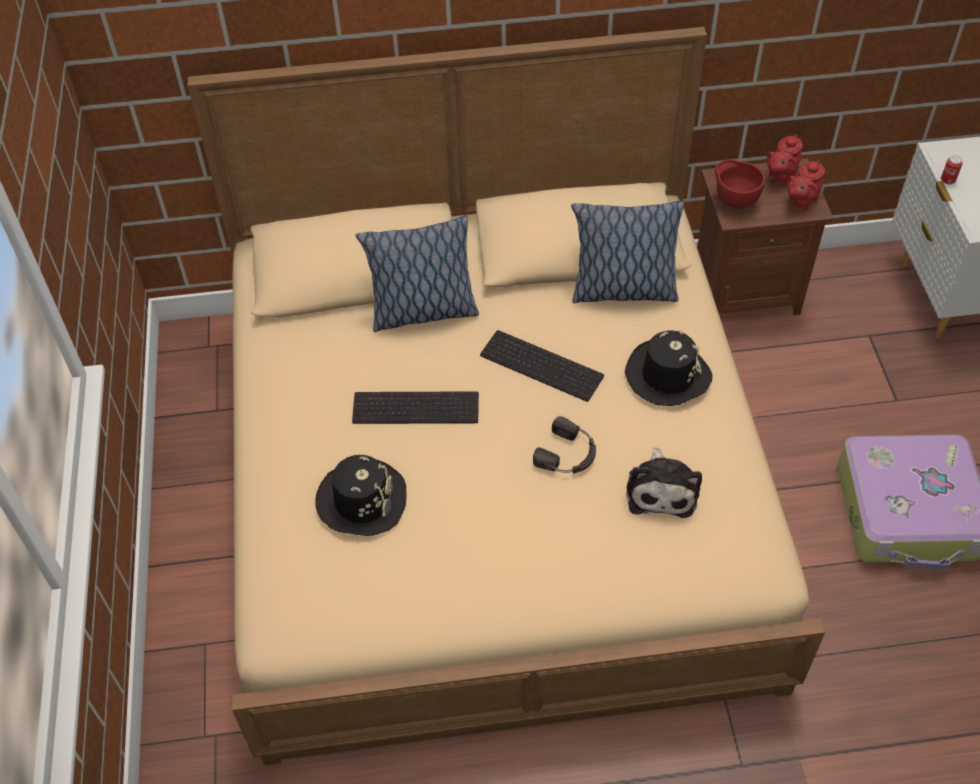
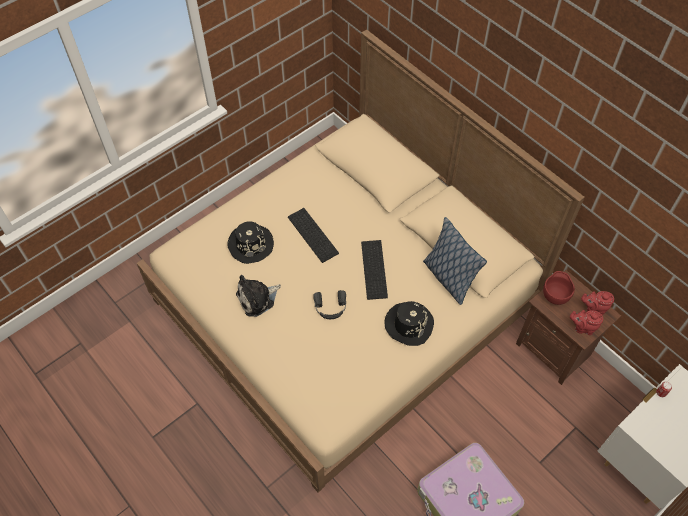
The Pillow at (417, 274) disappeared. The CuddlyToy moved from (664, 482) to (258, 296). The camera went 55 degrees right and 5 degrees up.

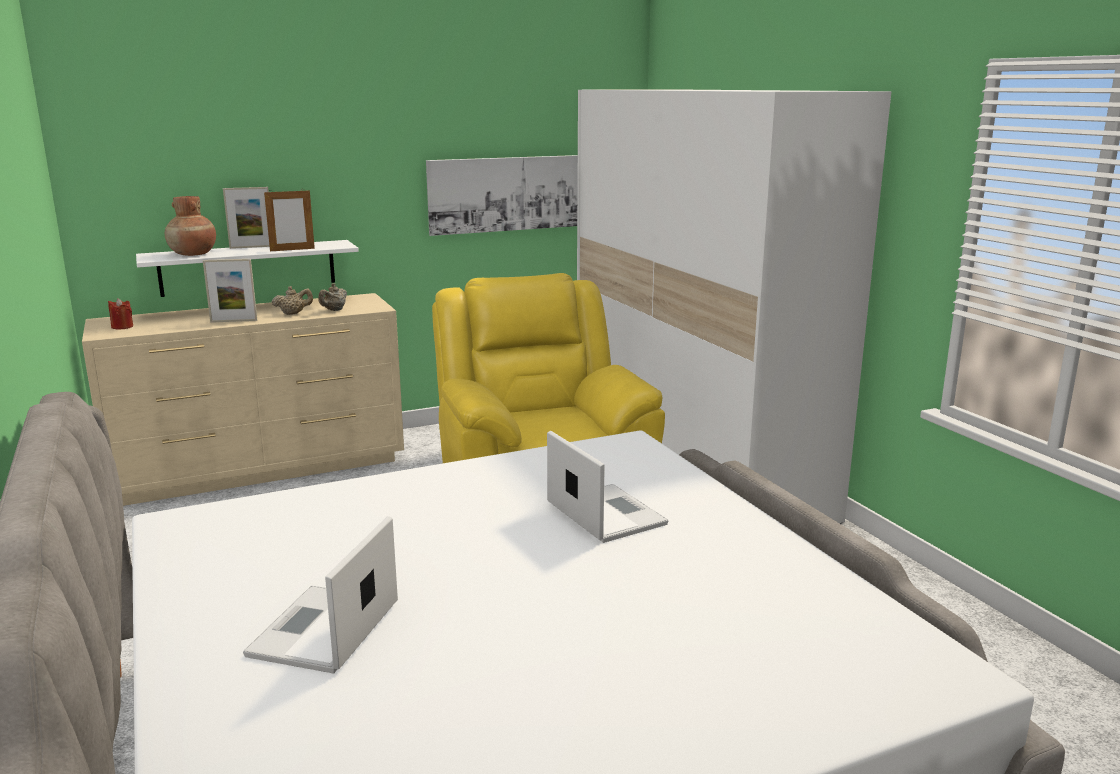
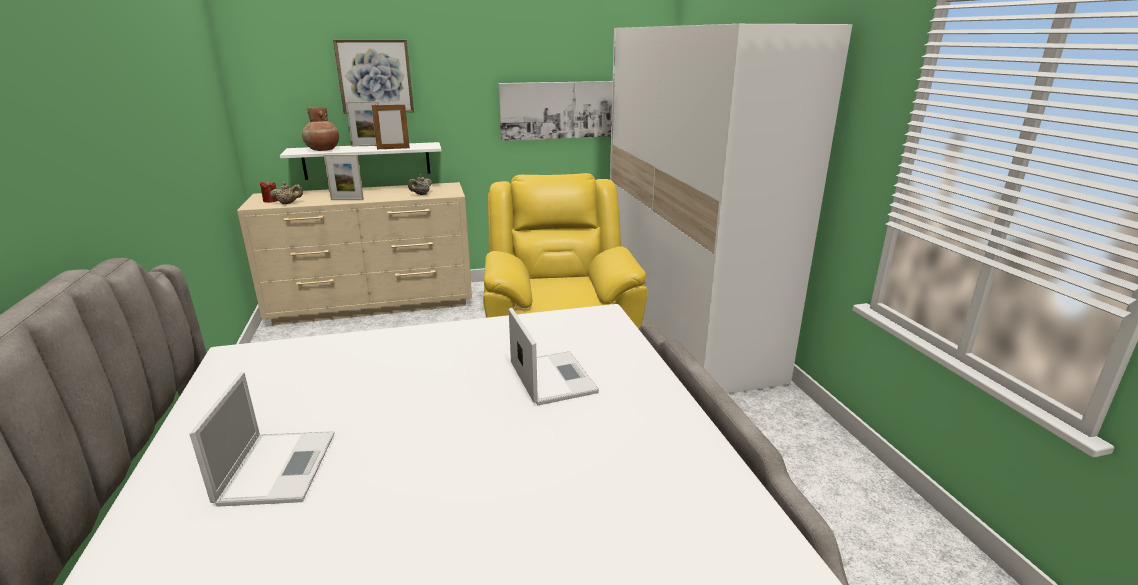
The Picture at (373, 76) appeared. The BeigeColouredTeaPot moved from (292, 300) to (286, 193). The NotebookComputer at (320, 595) turned 150 degrees clockwise. The camera went 10 degrees right and 5 degrees up.

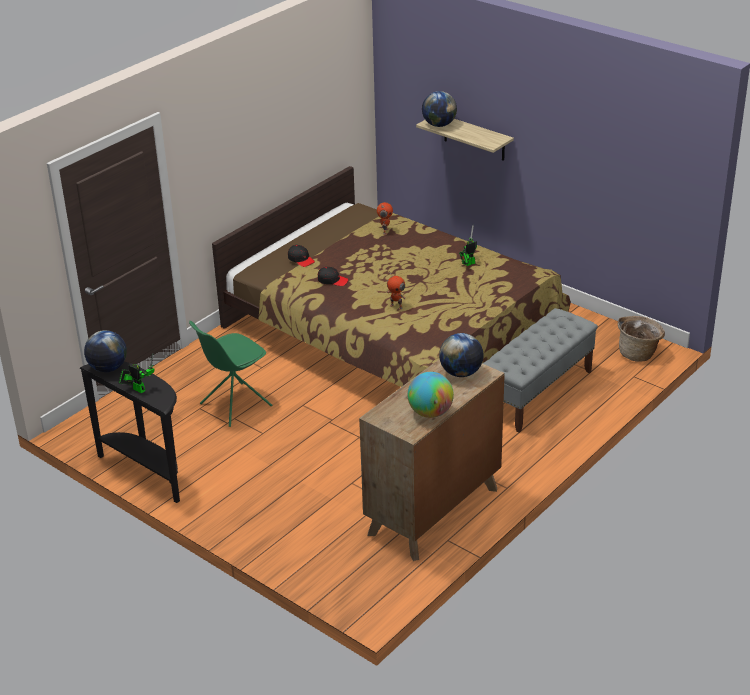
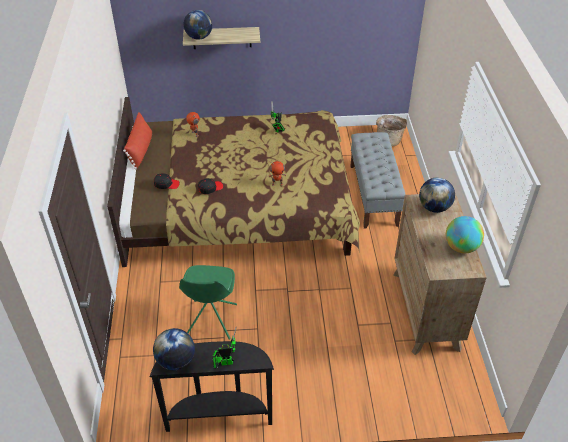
The RedPillow at (137, 140) appeared. The camera went 45 degrees left and 10 degrees up.

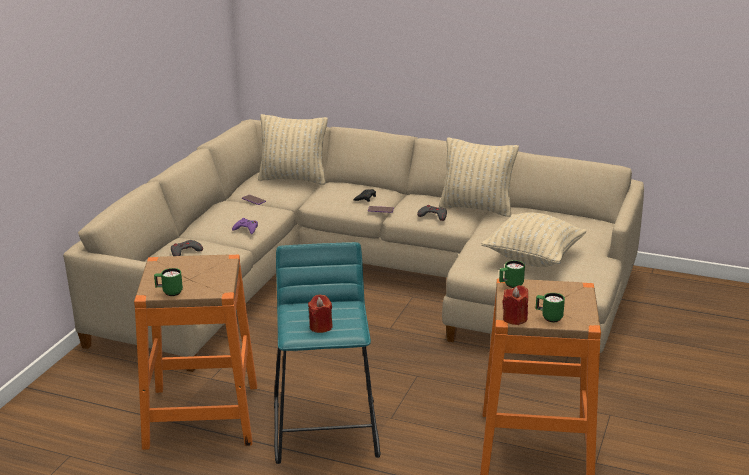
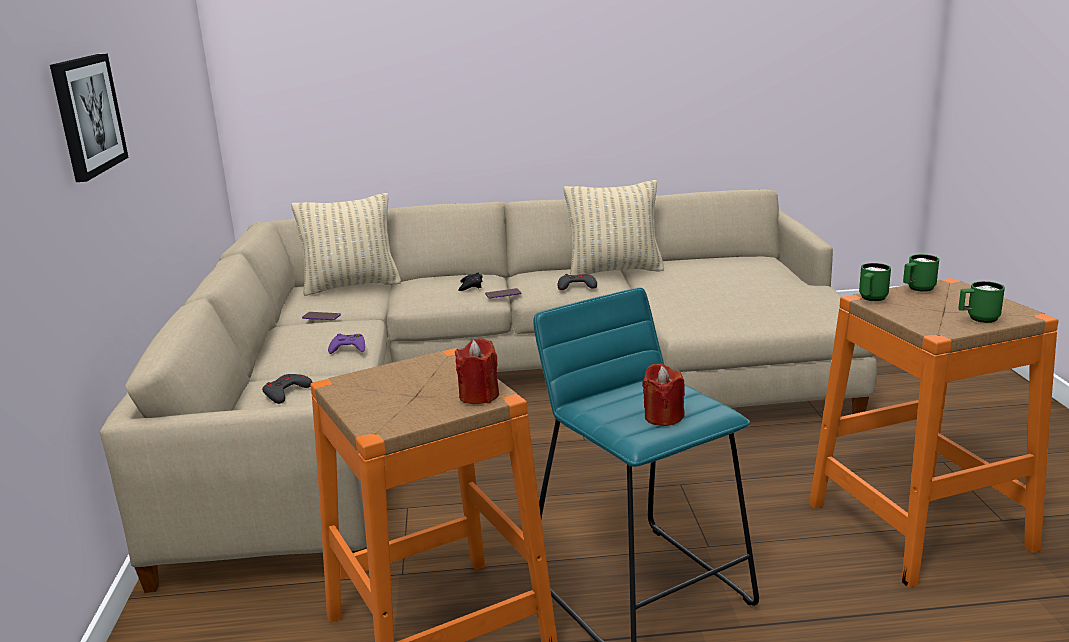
The BeigeColouredPillow at (533, 239) disappeared. The Picture at (89, 117) appeared. The GreenColouredCoffeeMug moved from (168, 282) to (921, 273). The RedWaxCandle moved from (515, 305) to (477, 371). The camera went 25 degrees left and 5 degrees down.

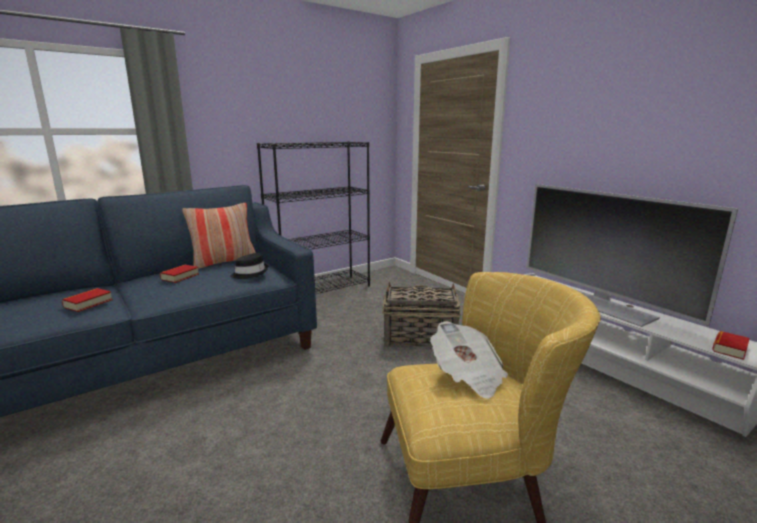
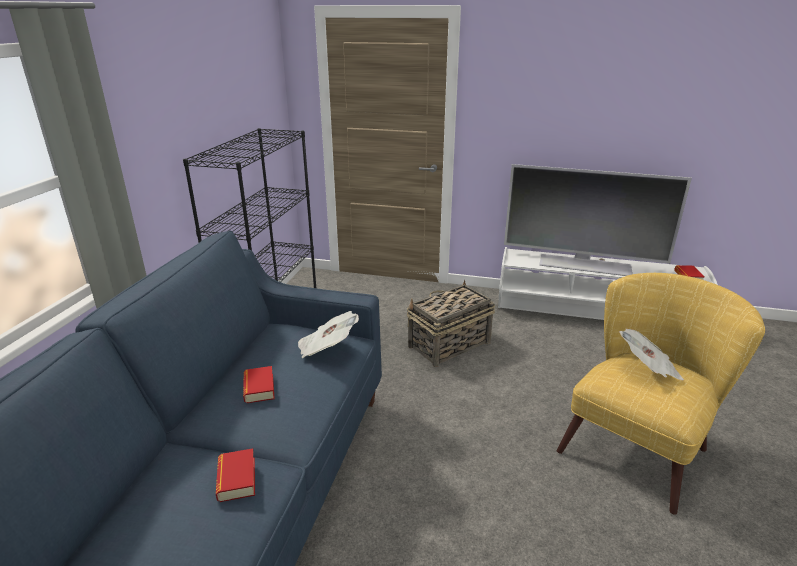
The Pillow at (219, 236) disappeared. The BlackishHat at (249, 266) was replaced by the Newspaper at (328, 334). The camera went 40 degrees left and 10 degrees up.

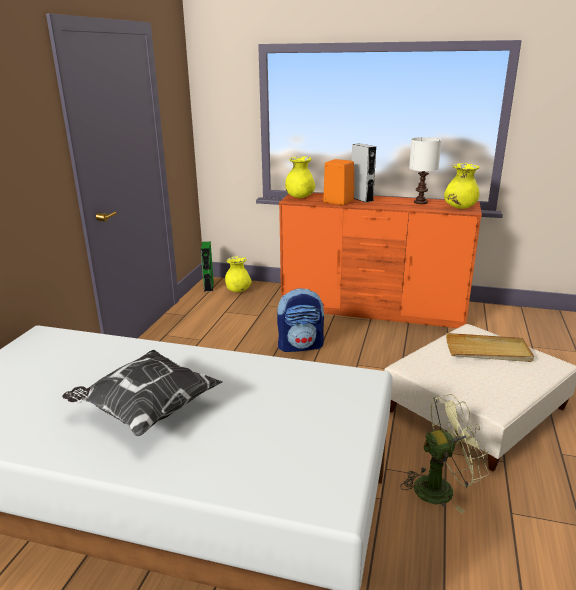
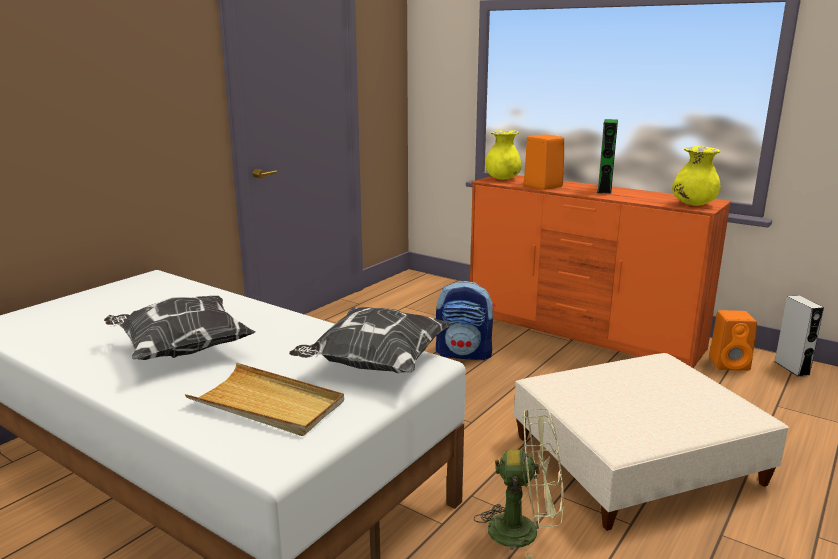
The YellowishDecorativeVase at (238, 274) disappeared. The WhitishTableLamp at (425, 170) disappeared. The Pillow at (370, 340) appeared. The OrangeyLoudspeaker at (733, 340) appeared. The GreenColouredLoudspeaker moved from (207, 267) to (607, 156). The GrayLoudspeaker moved from (364, 173) to (799, 336). The BeigeColouredCarryingTray moved from (490, 347) to (264, 399). The camera went 20 degrees right and 5 degrees down.

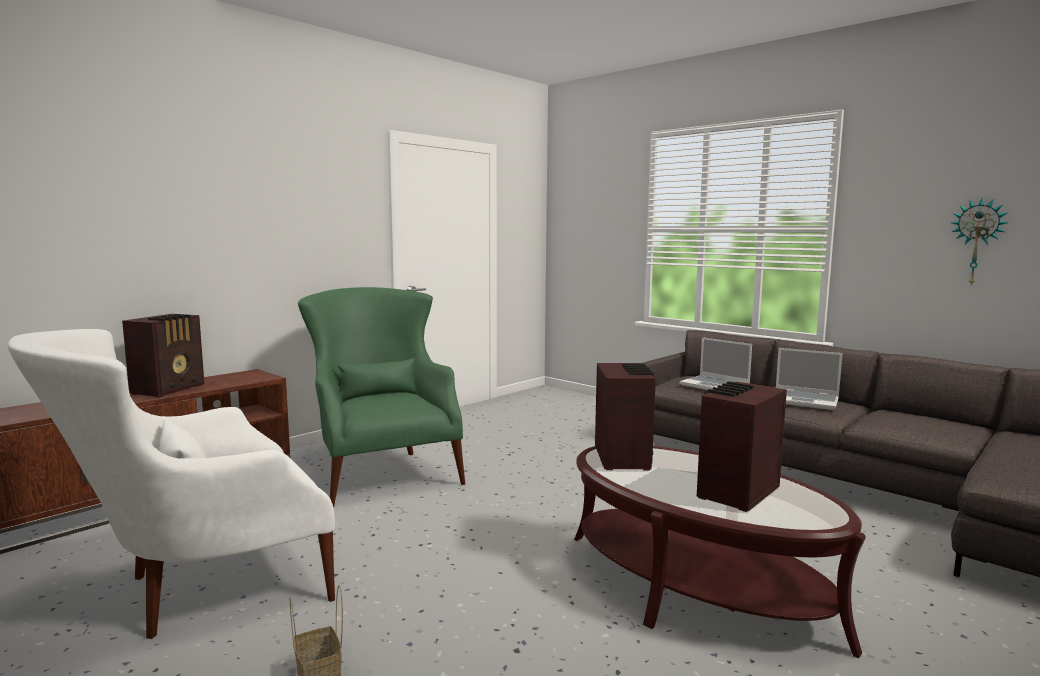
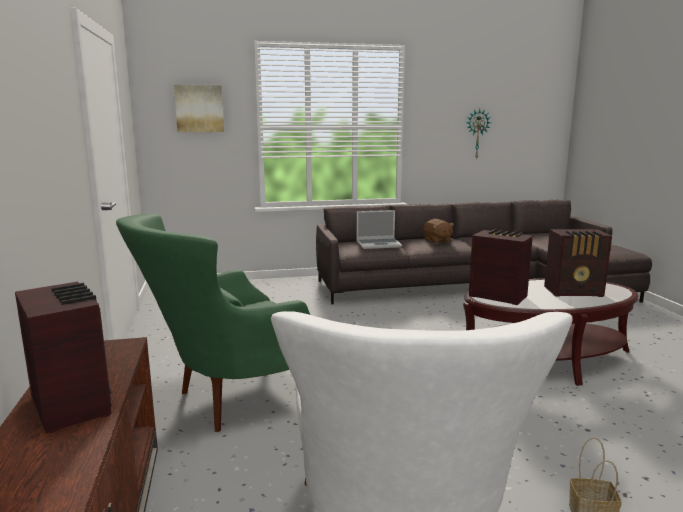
The Picture at (199, 108) appeared. The NotebookComputer at (809, 379) was replaced by the BrownishCuddlyToy at (439, 231). The GreenColouredLoungeChair at (381, 397) turned 45 degrees counterclockwise. The RadioSet at (742, 446) turned 75 degrees counterclockwise. The camera went 55 degrees left and 5 degrees up.

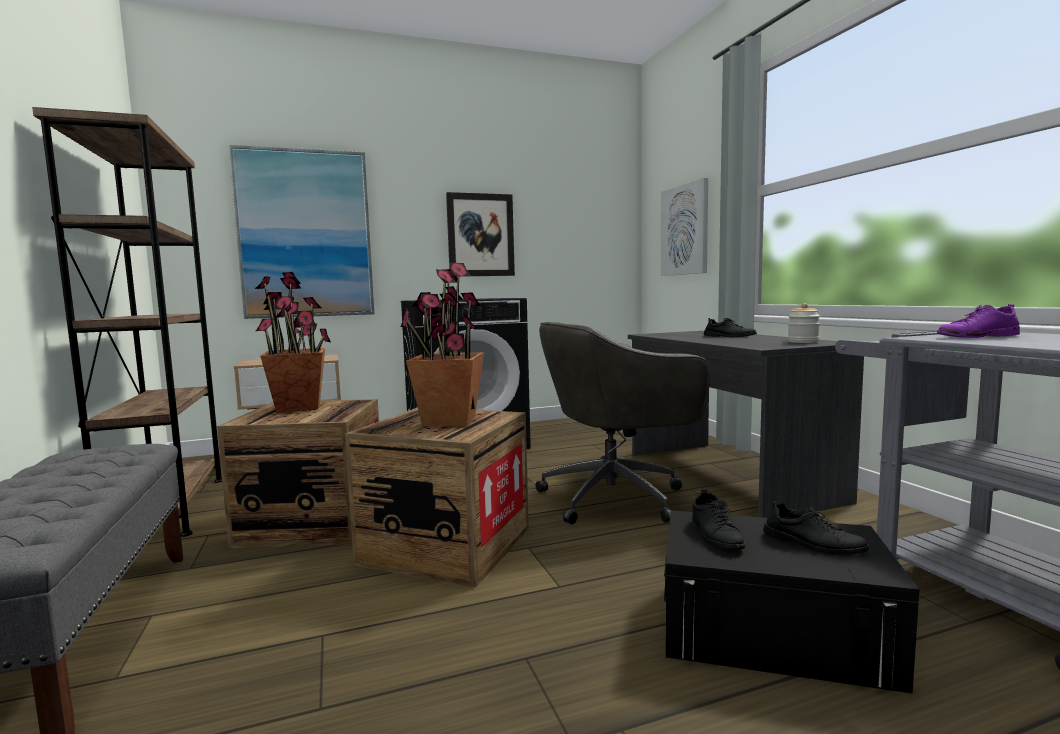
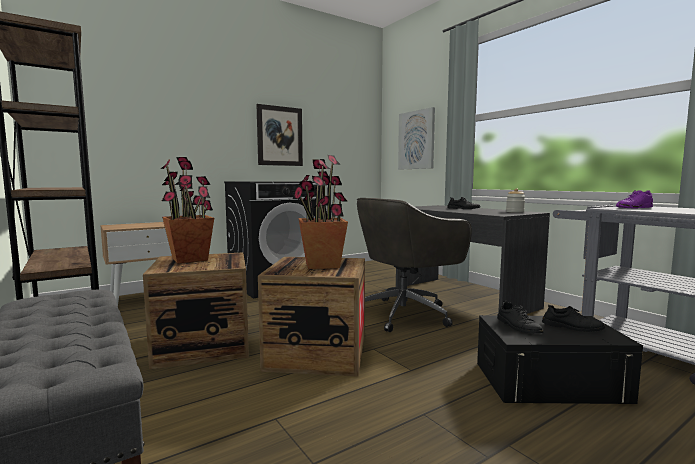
The Picture at (301, 232) disappeared. The camera went 15 degrees left and 0 degrees up.

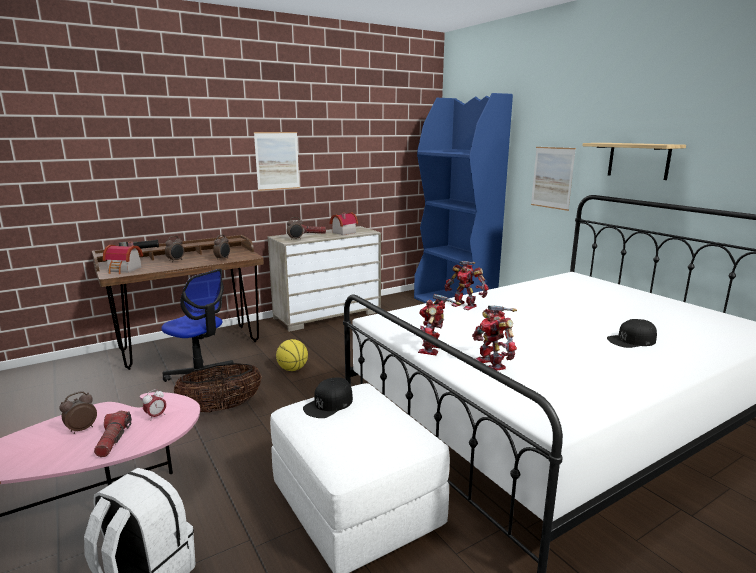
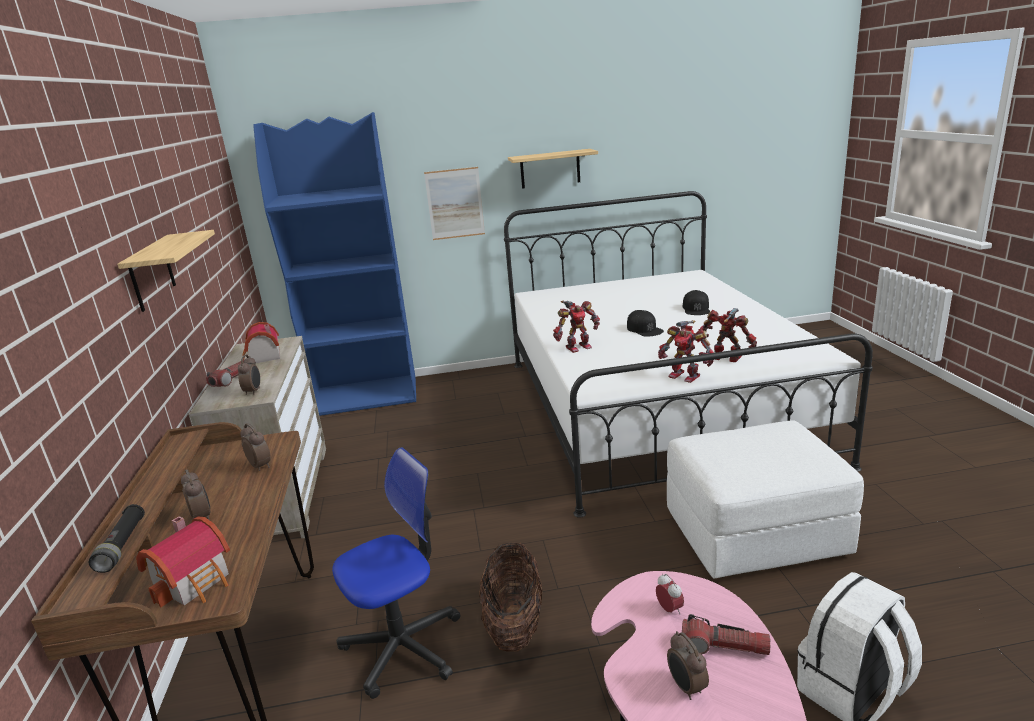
The BallForBasketball at (292, 355) disappeared. The BlackishPeakedCap moved from (328, 397) to (645, 323). The Picture at (277, 161) was replaced by the BracketShelf at (166, 271). The ModelRobot at (494, 338) turned 150 degrees counterclockwise. The camera went 65 degrees left and 5 degrees up.

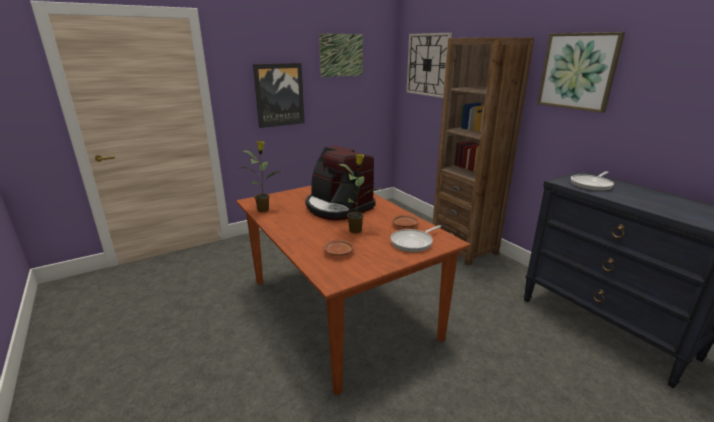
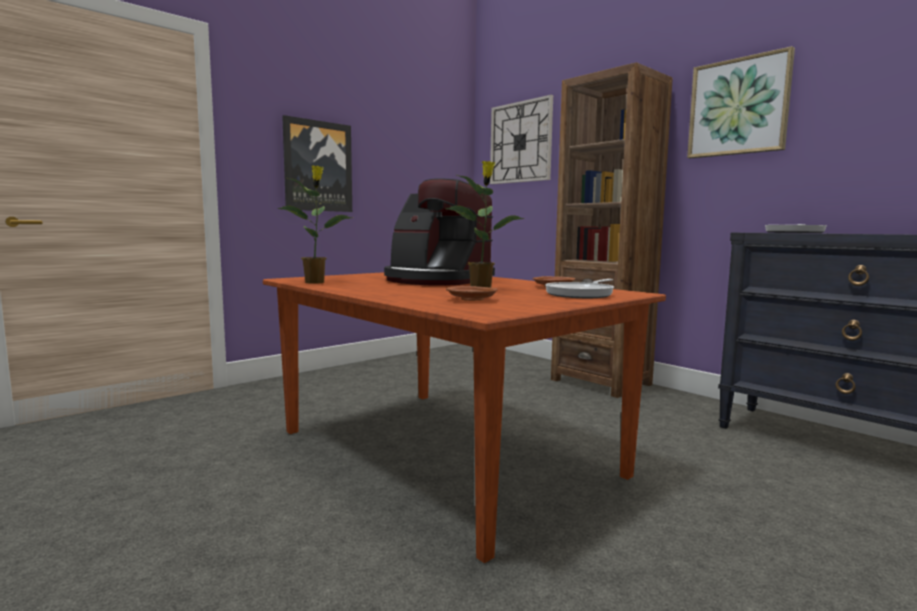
The Picture at (341, 55) disappeared. The camera went 10 degrees left and 15 degrees down.

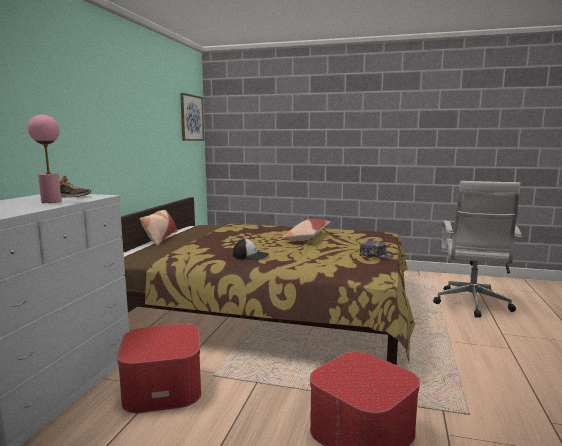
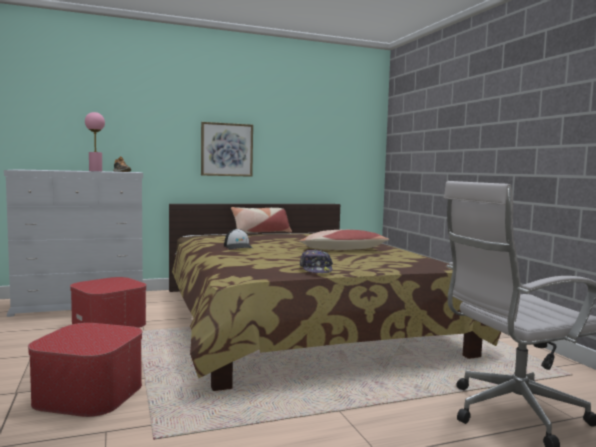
The Picture moved from (192, 117) to (227, 149). The camera went 55 degrees right and 5 degrees down.

